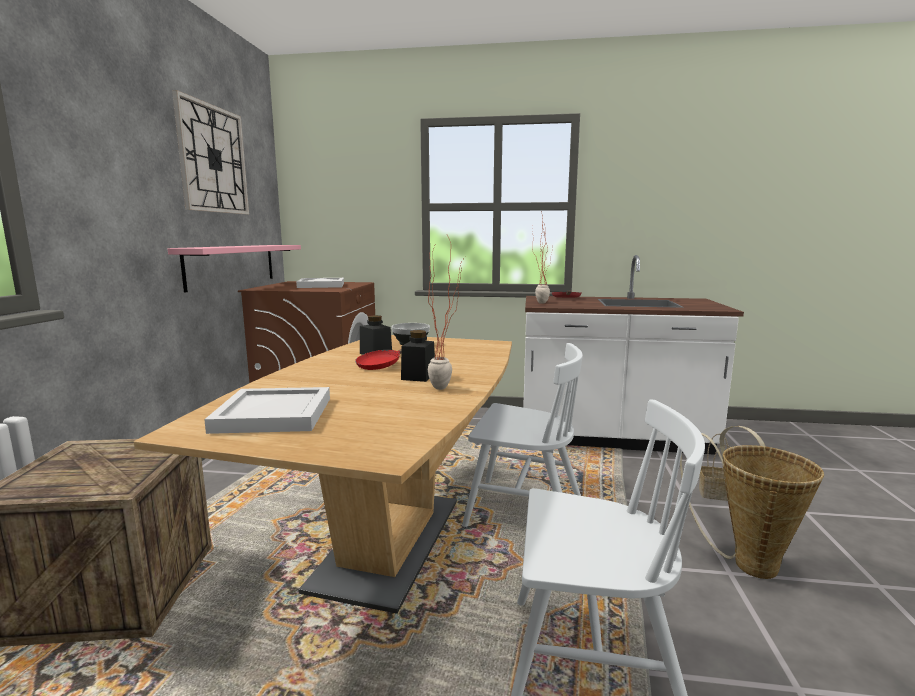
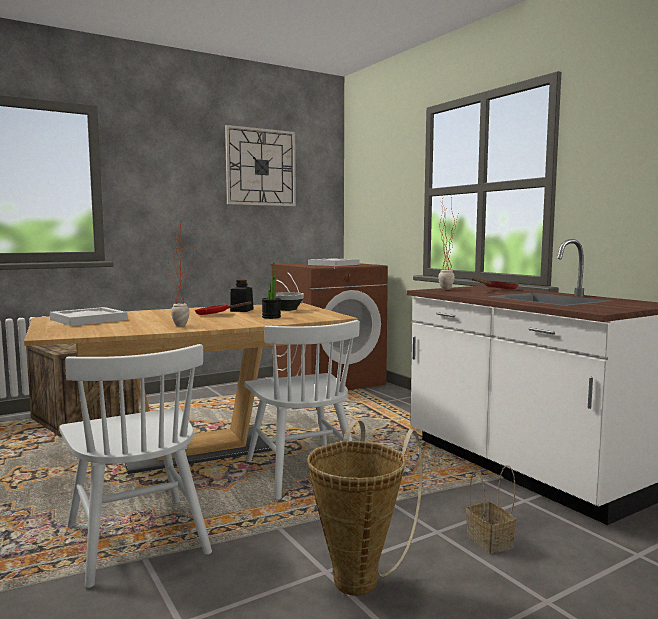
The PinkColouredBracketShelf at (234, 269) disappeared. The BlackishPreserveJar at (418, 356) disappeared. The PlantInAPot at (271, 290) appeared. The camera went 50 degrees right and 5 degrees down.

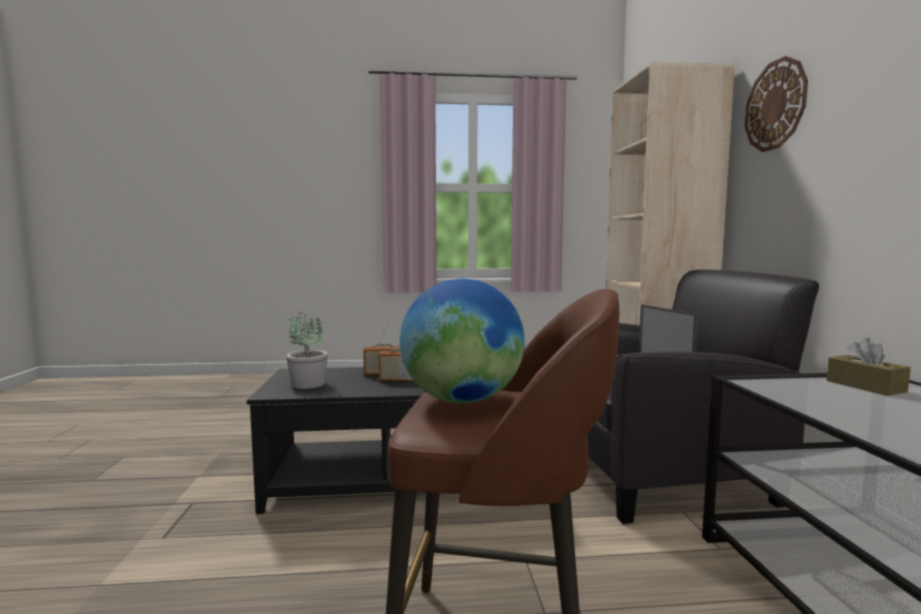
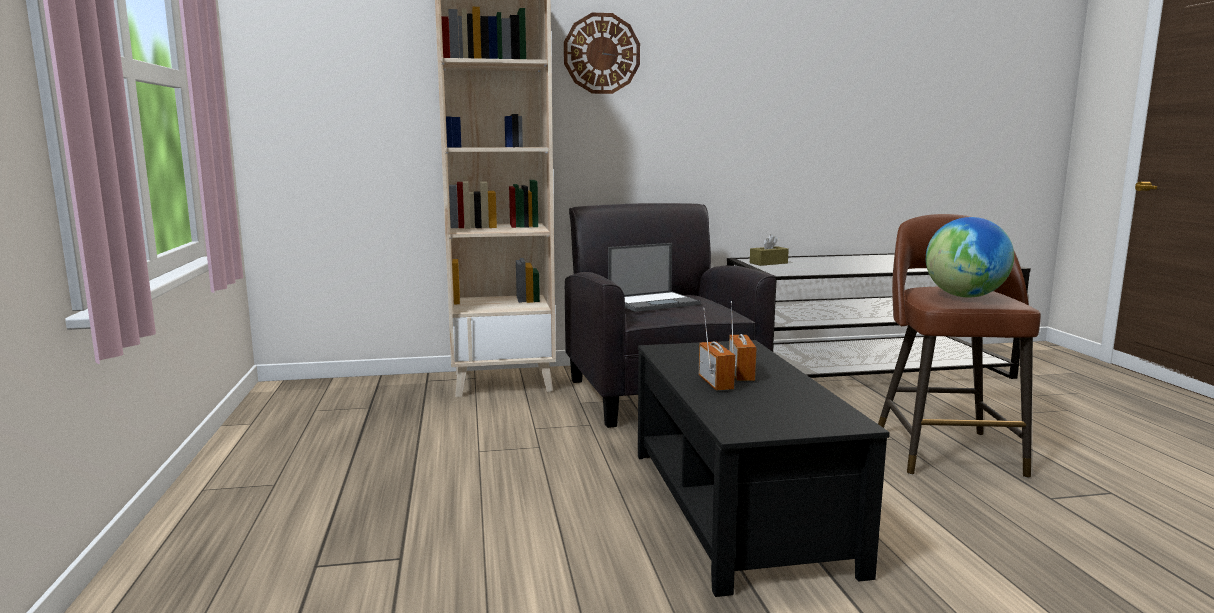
The PlantInAPot at (307, 350) disappeared. The camera went 95 degrees left and 5 degrees up.

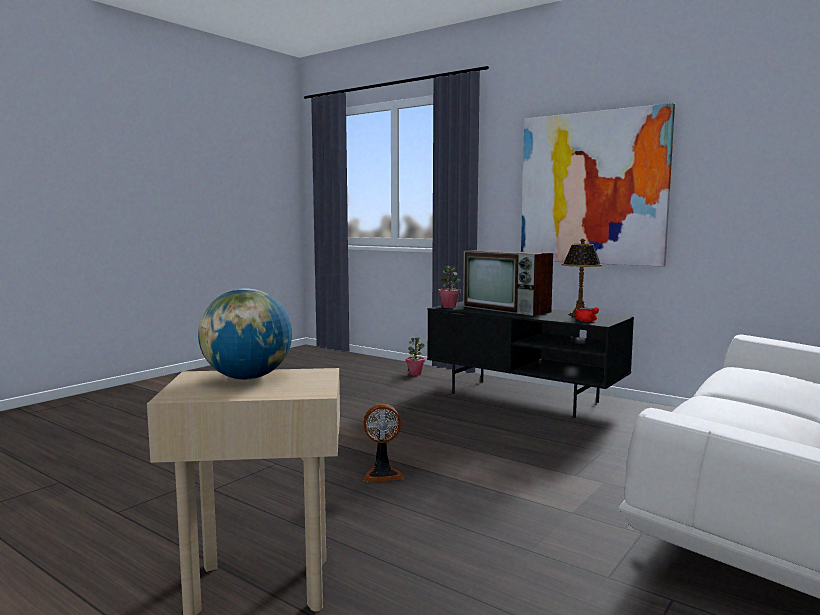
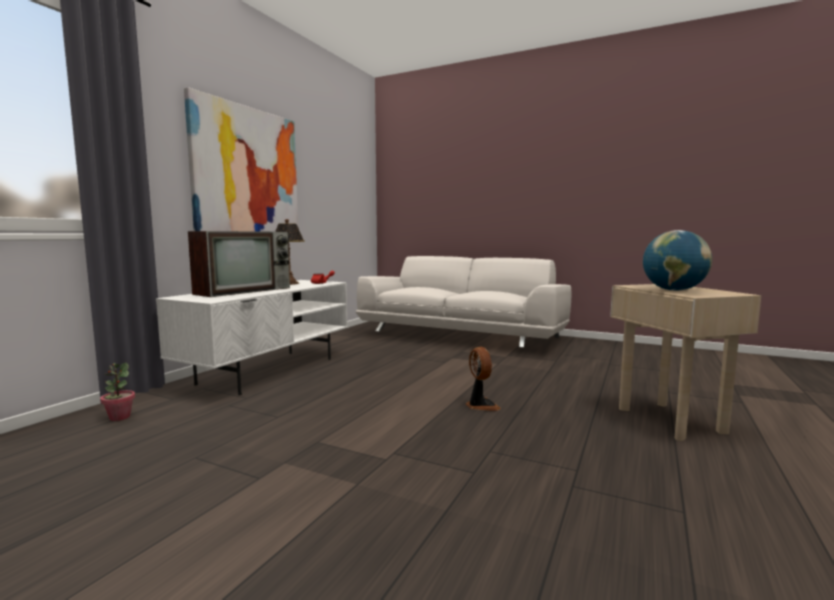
The PlantInAPot at (449, 286) disappeared. The BlackishMediaConsole at (530, 359) became the WhitishMediaConsole at (252, 337). The camera went 100 degrees left and 0 degrees up.

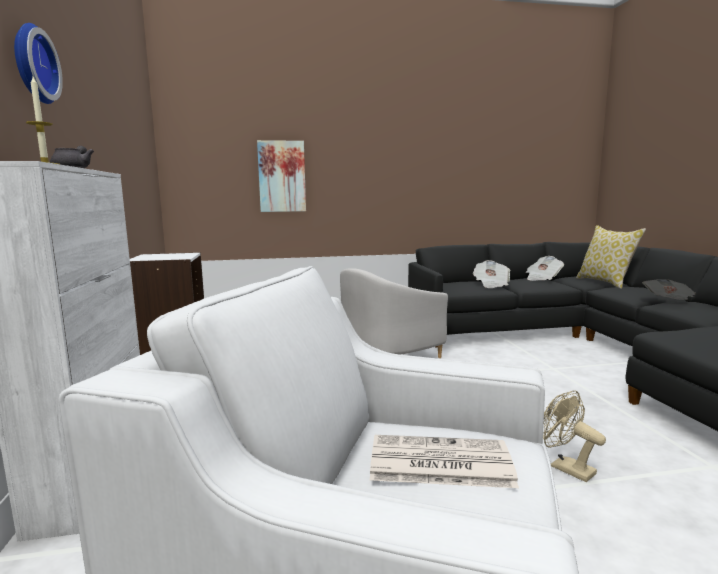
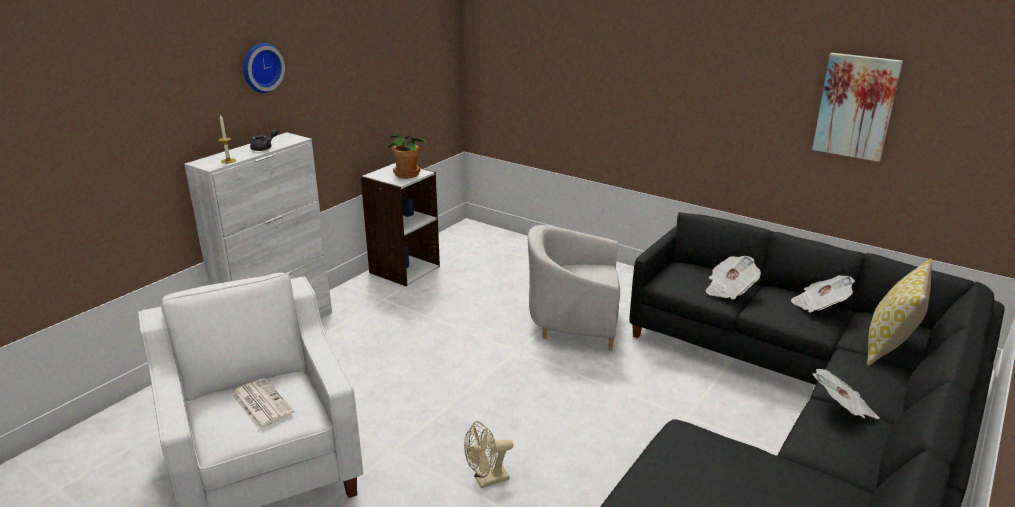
The PlantInAPot at (407, 156) appeared. The Picture moved from (281, 176) to (857, 107). The BeigeColouredElectricFan at (574, 436) turned 120 degrees counterclockwise. The camera went 45 degrees right and 15 degrees up.

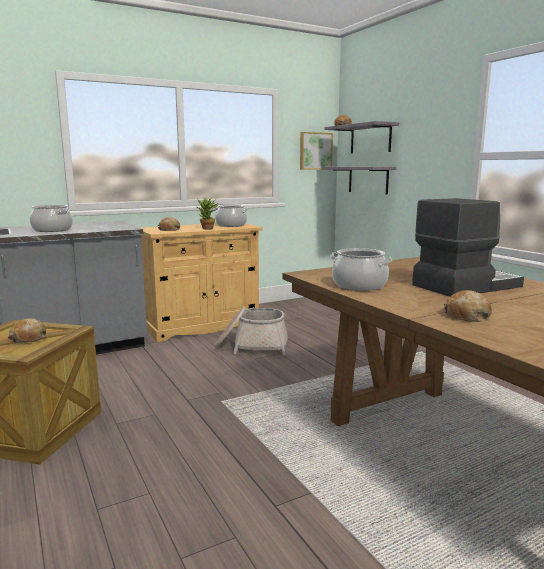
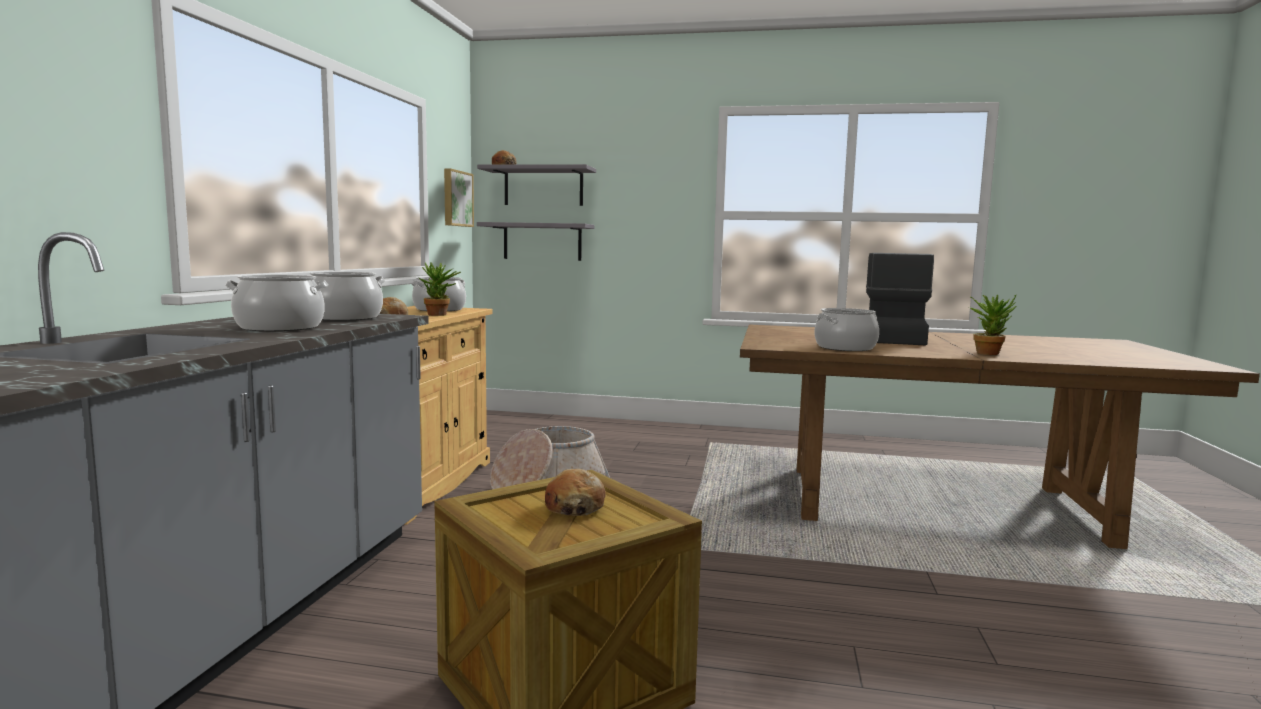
The Saucepot at (347, 296) appeared. The Bread at (468, 306) was replaced by the PlantInAPot at (992, 324). The camera went 50 degrees left and 5 degrees down.

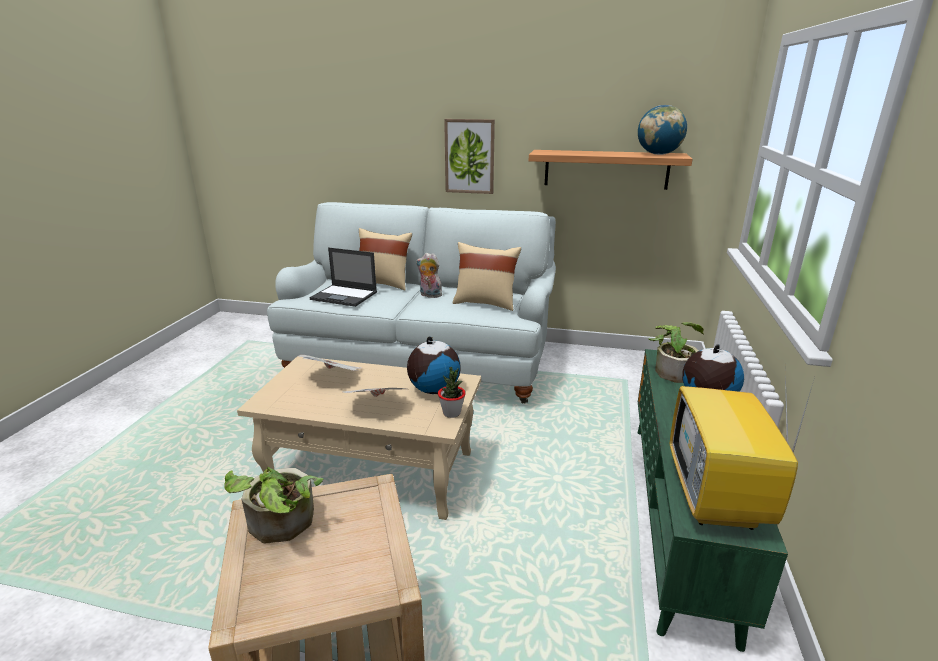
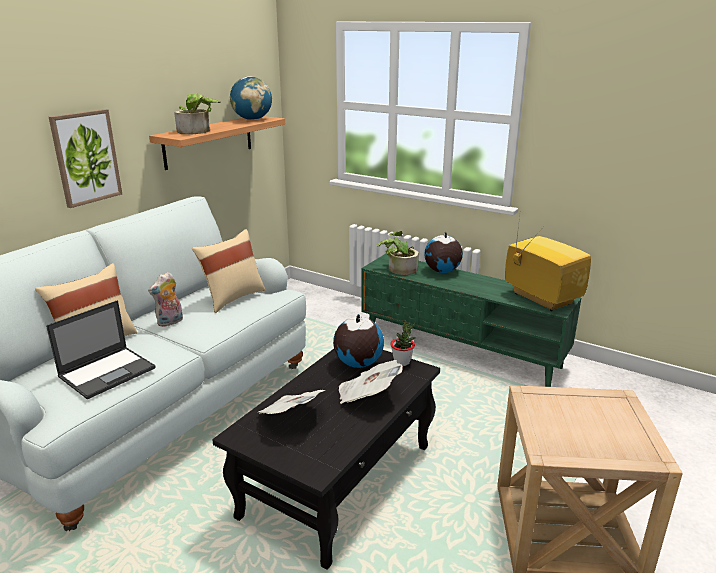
The PlantInAPot moved from (274, 505) to (197, 113). The BeigeColouredCoffeeTable at (359, 438) became the BlackishCoffeeTable at (326, 459). The Television at (742, 451) turned 150 degrees counterclockwise. The camera went 70 degrees left and 0 degrees up.

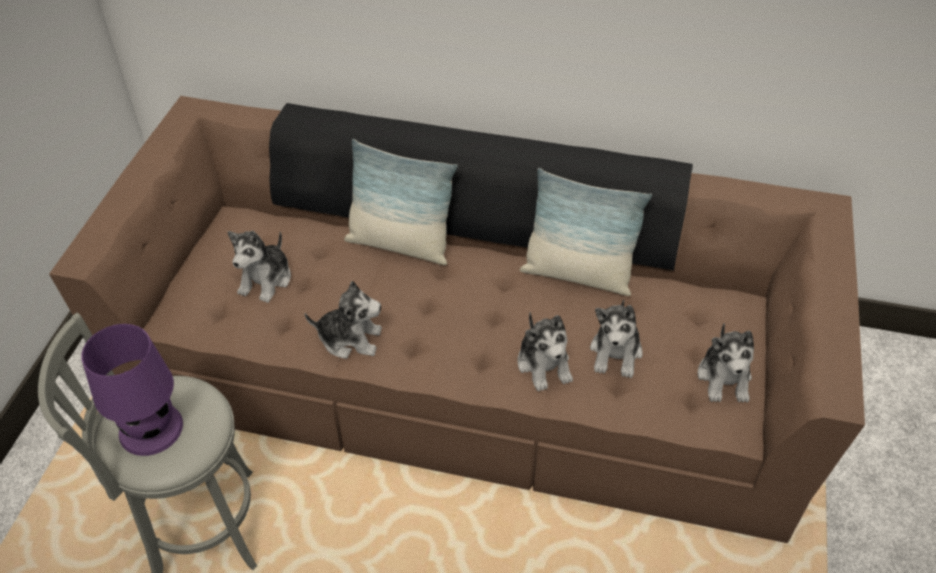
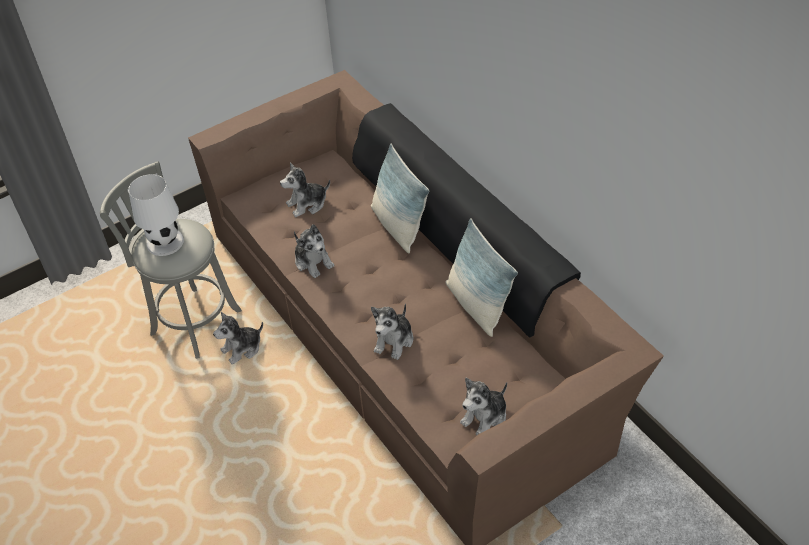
The CuddlyToy moved from (616, 338) to (238, 338). The PurpleColouredTableLamp at (132, 390) became the WhitishTableLamp at (156, 215). The camera went 45 degrees right and 0 degrees up.

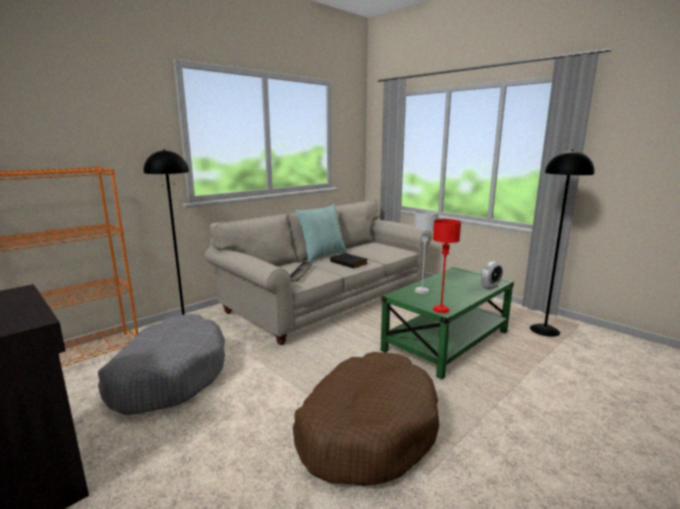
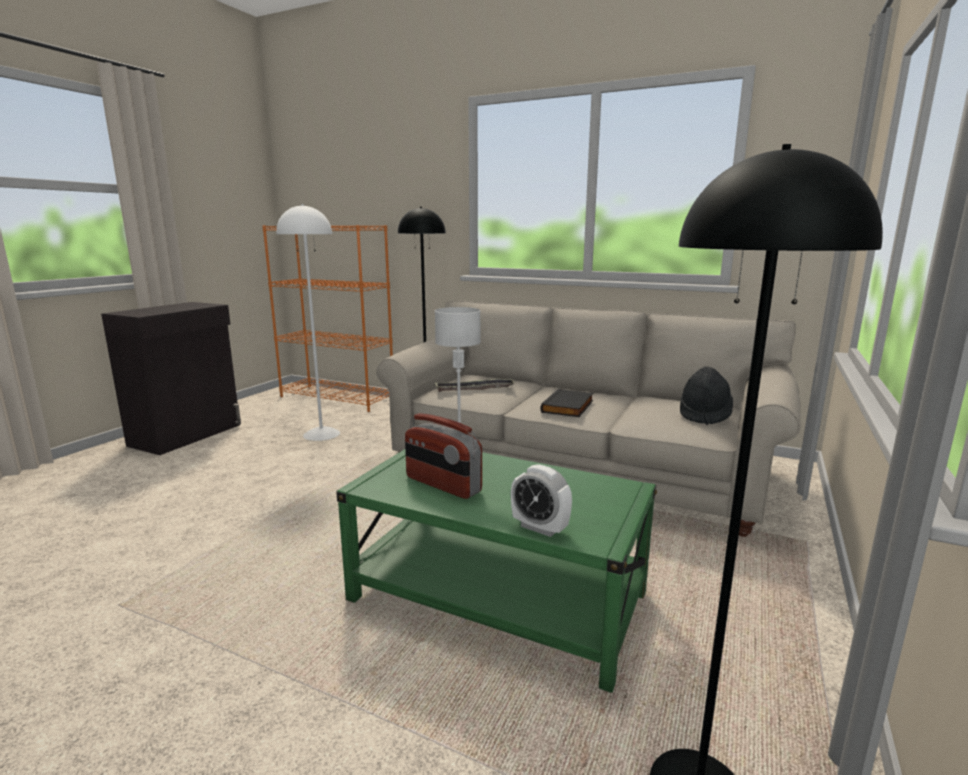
The BrownishDogCushion at (366, 419) disappeared. The Pillow at (321, 233) disappeared. The RedTableLamp at (447, 266) disappeared. The RadioSet at (443, 456) appeared. The BlackishHat at (706, 396) appeared. The GrayDogCushion at (161, 364) was replaced by the WhitishStandardLamp at (308, 322). The camera went 70 degrees right and 0 degrees up.

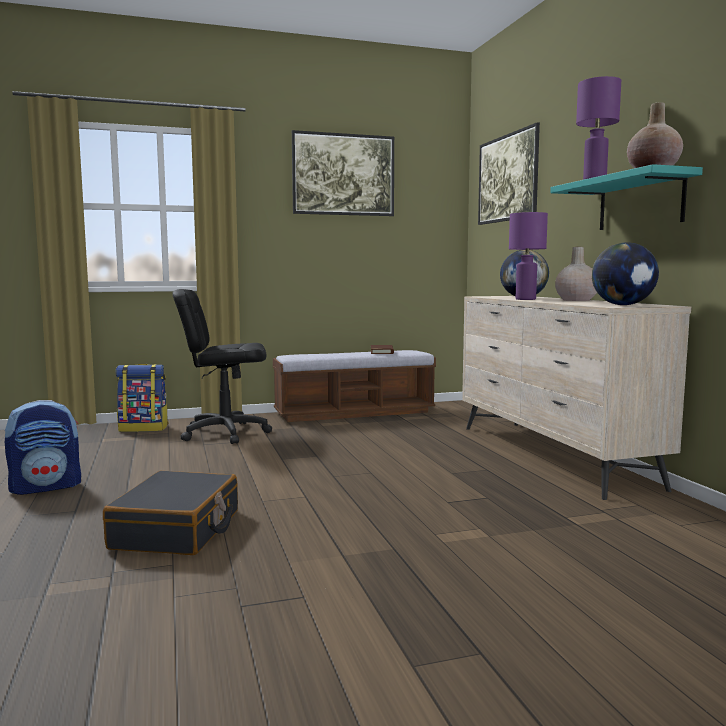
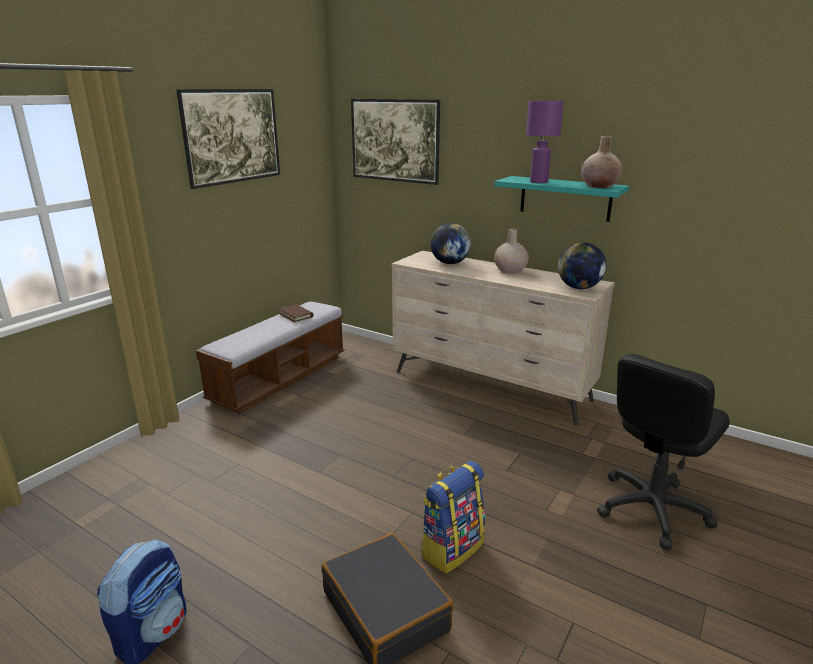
The PurpleColouredTableLamp at (528, 256) disappeared. The Knapsack moved from (142, 398) to (453, 517). The BlackishDeskChair moved from (222, 366) to (663, 452). The camera went 40 degrees left and 15 degrees up.

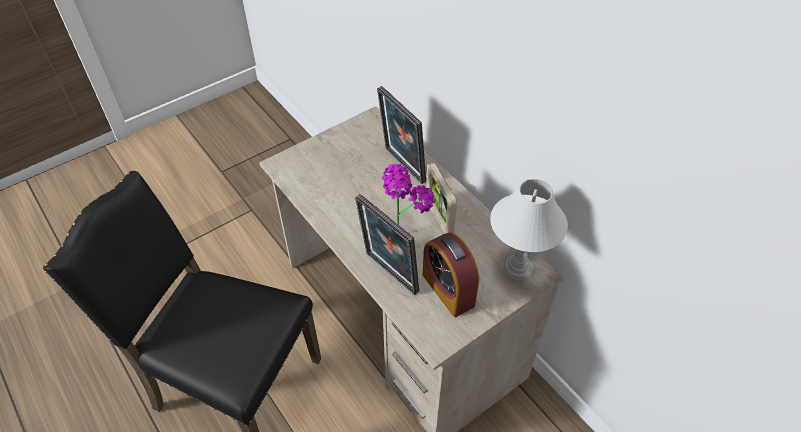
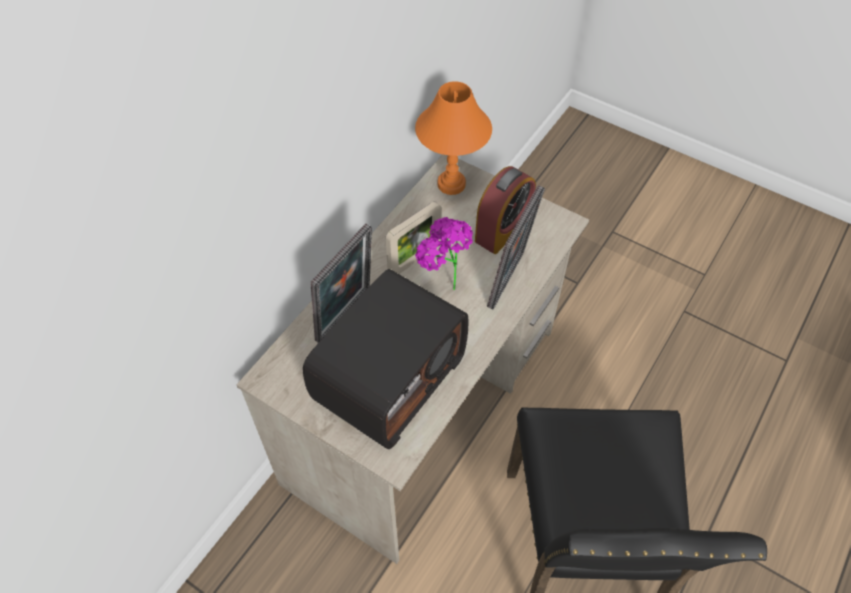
The RadioSet at (385, 359) appeared. The WhitishTableLamp at (529, 229) became the OrangeyTableLamp at (453, 138). The camera went 110 degrees left and 5 degrees up.

